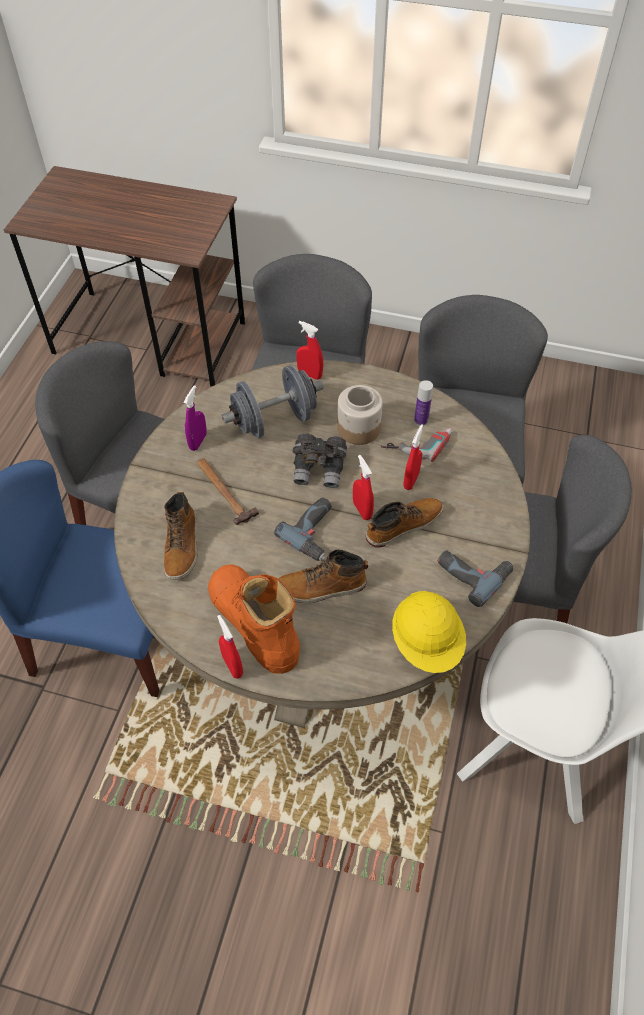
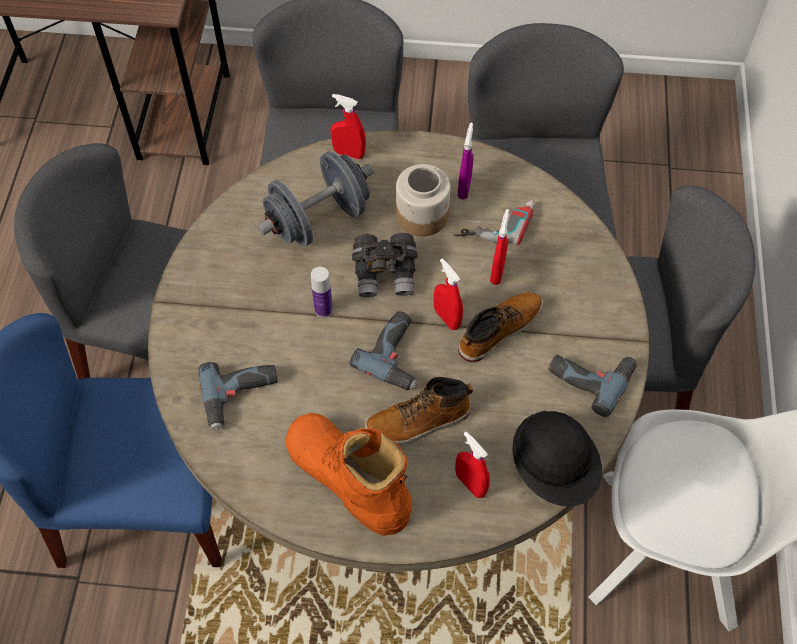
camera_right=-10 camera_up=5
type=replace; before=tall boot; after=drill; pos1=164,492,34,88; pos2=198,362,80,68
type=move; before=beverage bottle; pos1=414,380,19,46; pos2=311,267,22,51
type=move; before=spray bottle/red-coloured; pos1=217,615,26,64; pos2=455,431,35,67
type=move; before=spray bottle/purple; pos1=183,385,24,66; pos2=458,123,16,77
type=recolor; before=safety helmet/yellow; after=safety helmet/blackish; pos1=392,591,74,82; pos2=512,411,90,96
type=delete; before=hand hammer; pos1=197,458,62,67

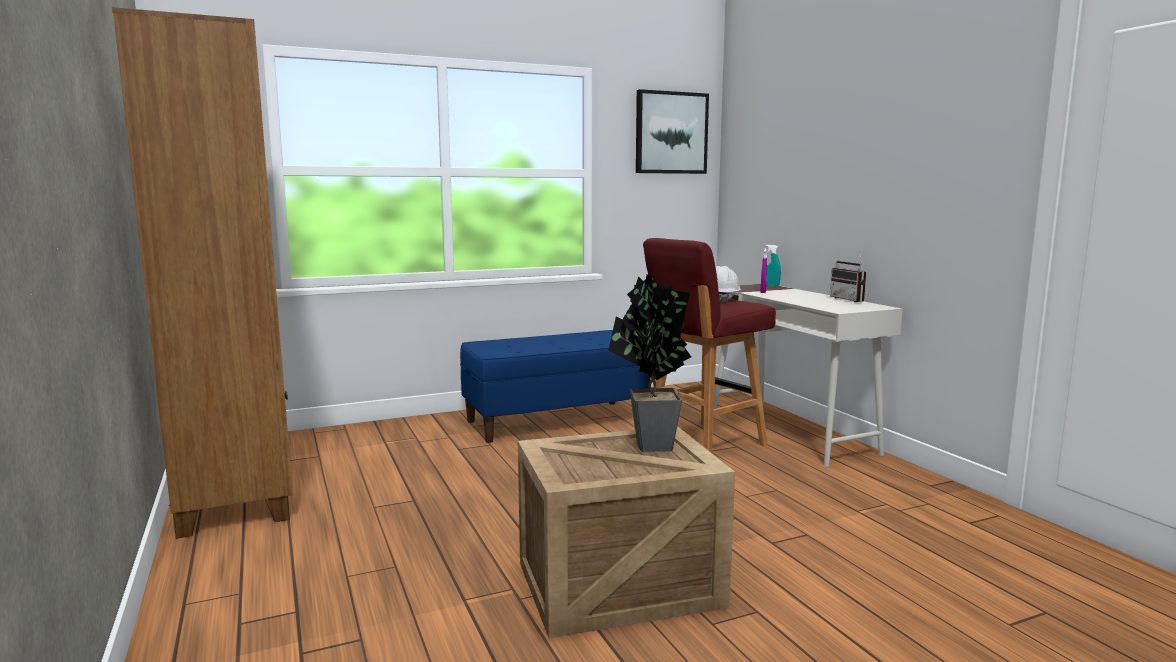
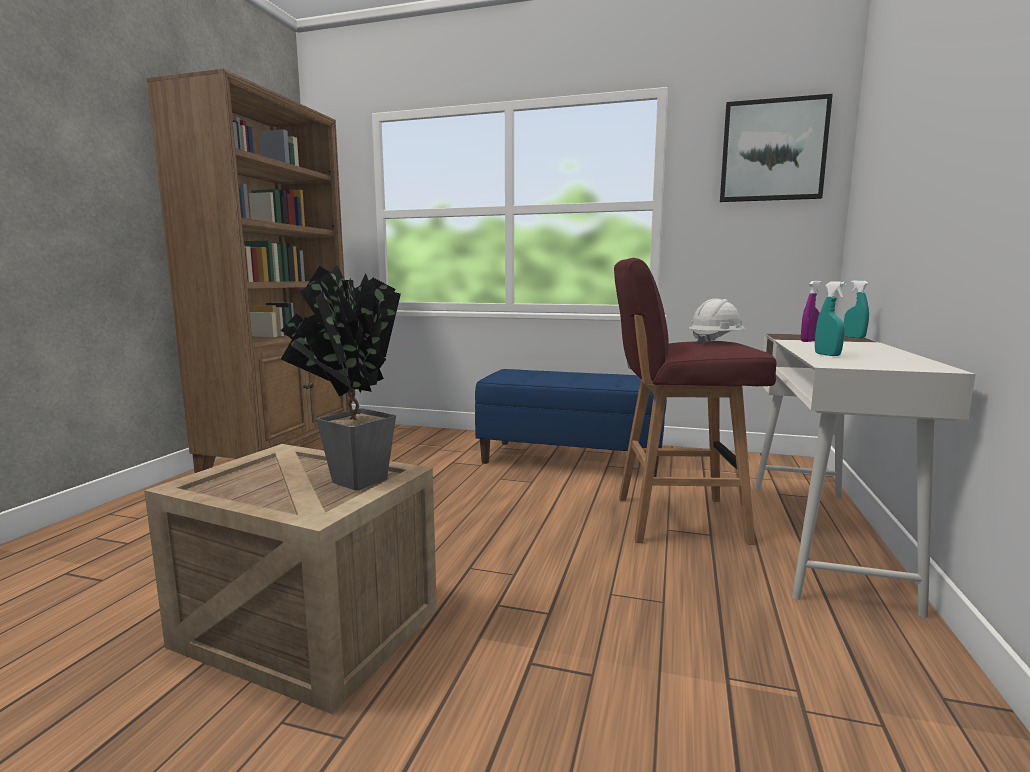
camera_right=40 camera_up=0
type=insert; after=spray bottle/turquoise-coloured; pos2=815,281,31,75
type=delete; before=radio set; pos1=830,251,36,51

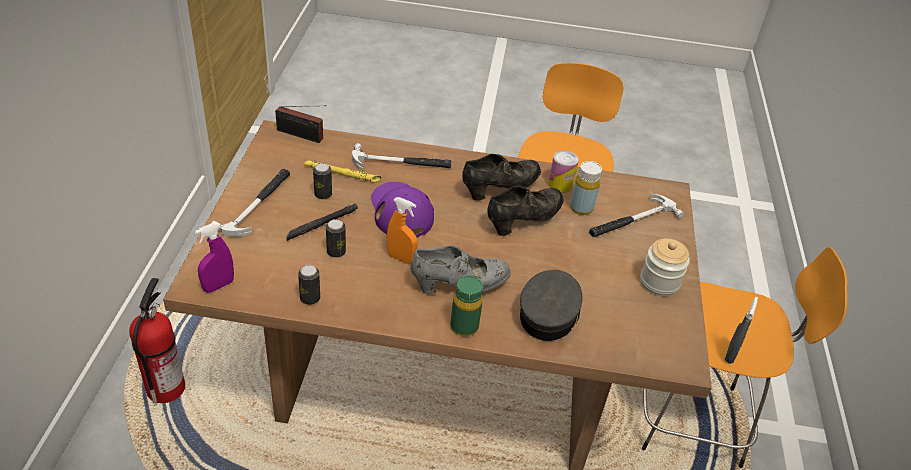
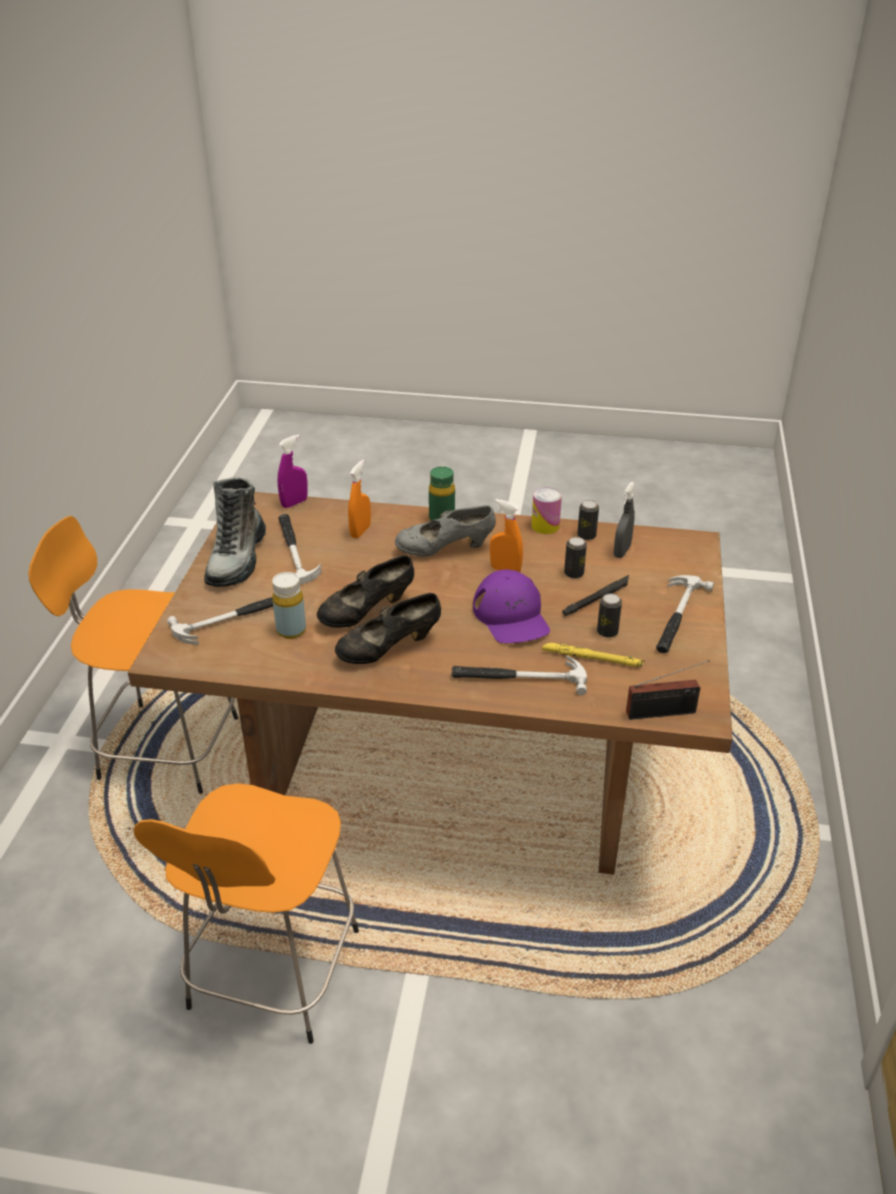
camera_right=-175 camera_up=-5
type=replace; before=preserve jar; after=tall boot; pos1=640,238,50,58; pos2=204,477,62,110
type=move; before=spray bottle/purple; pos1=195,223,39,70; pos2=278,434,30,74
type=insert; after=hand hammer; pos2=278,514,44,70
type=replace; before=baseball cap/greyish; after=spray bottle/orangey; pos1=519,270,64,71; pos2=348,460,23,78
type=move; before=sealed can; pos1=548,151,31,42; pos2=532,487,30,47
type=move; before=spray bottle/greyish; pos1=725,297,33,67; pos2=614,482,21,76
type=rotate; before=radio set; pos1=275,105,51,38; pos2=626,660,84,60; turn=150
type=delete; before=fire-fighting cylinder; pos1=129,278,56,125

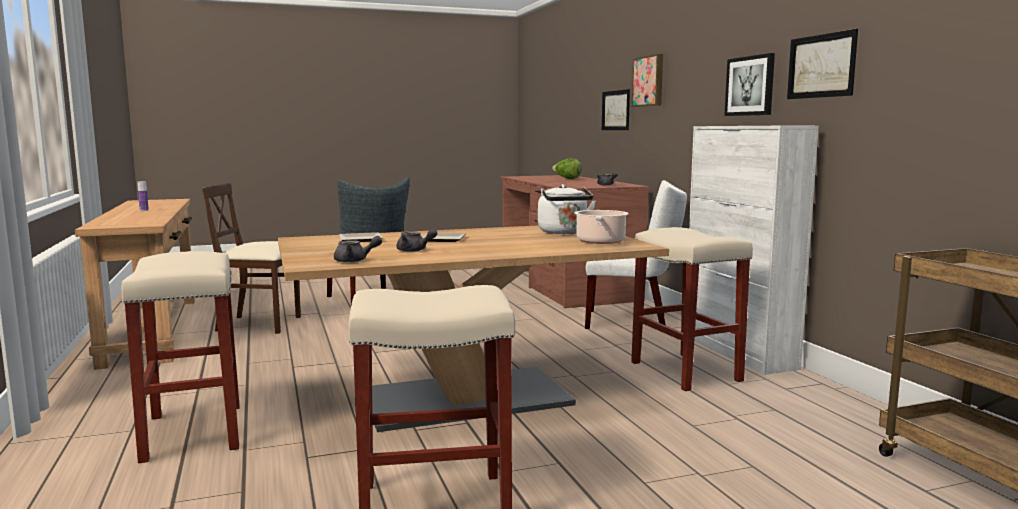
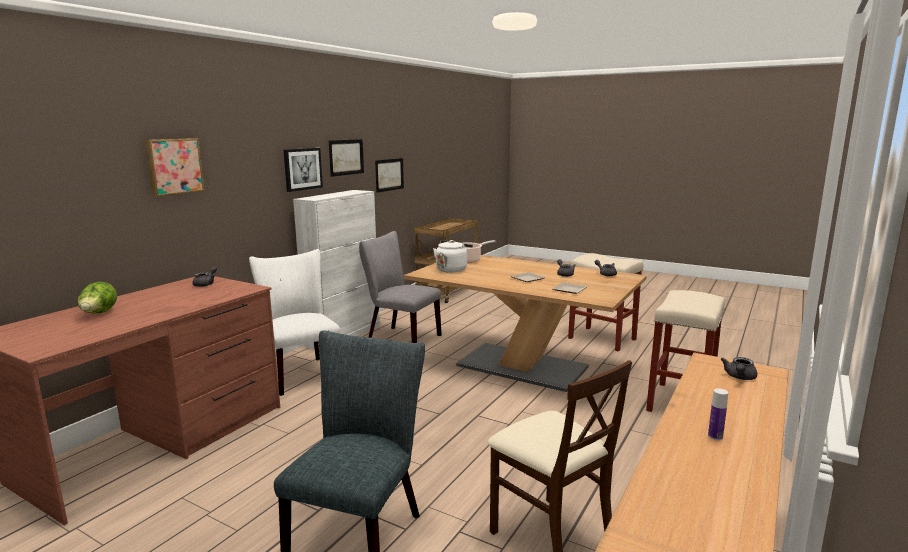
camera_right=-130 camera_up=5
type=replace; before=stool seat/beige-coloured; after=chair/greyish; pos1=631,227,122,164; pos2=359,231,83,112
type=move; before=wall picture; pos1=602,89,28,41; pos2=375,158,29,35
type=insert; after=tea pot/greyish; pos2=721,357,36,23

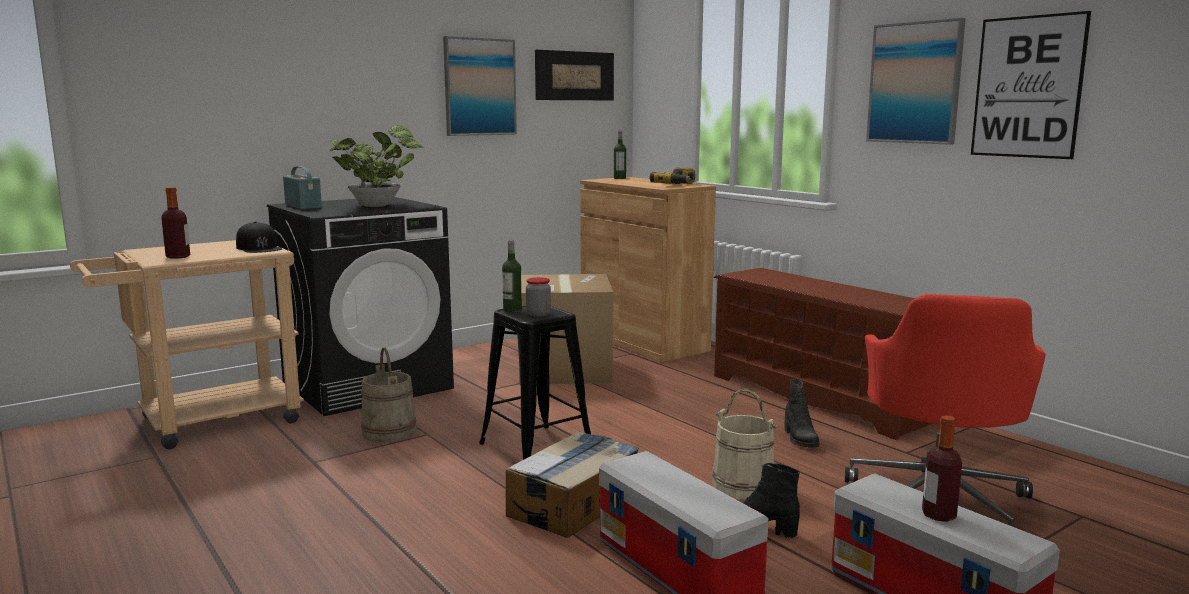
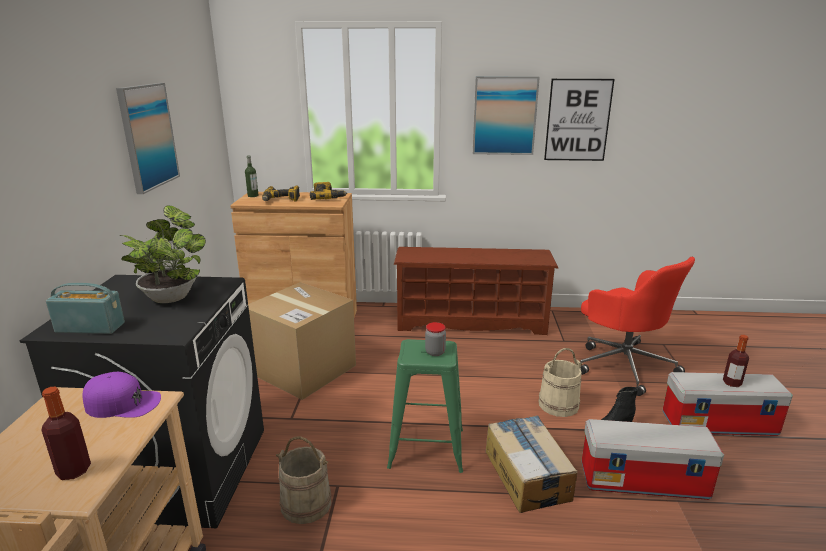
camera_right=-50 camera_up=10
type=recolor; before=baseball cap/blackish; after=baseball cap/purple; pos1=236,222,46,31; pos2=82,372,79,46
type=insert; after=drill; pos2=262,185,38,16
type=recolor; before=stool seat/blackish; after=stool seat/green; pos1=479,306,112,154; pos2=387,339,76,134
type=delete; before=beverage bottle; pos1=502,240,20,73
type=delete; before=wall picture; pos1=535,50,79,50
type=delete; before=tall boot/blackish; pos1=785,379,35,69

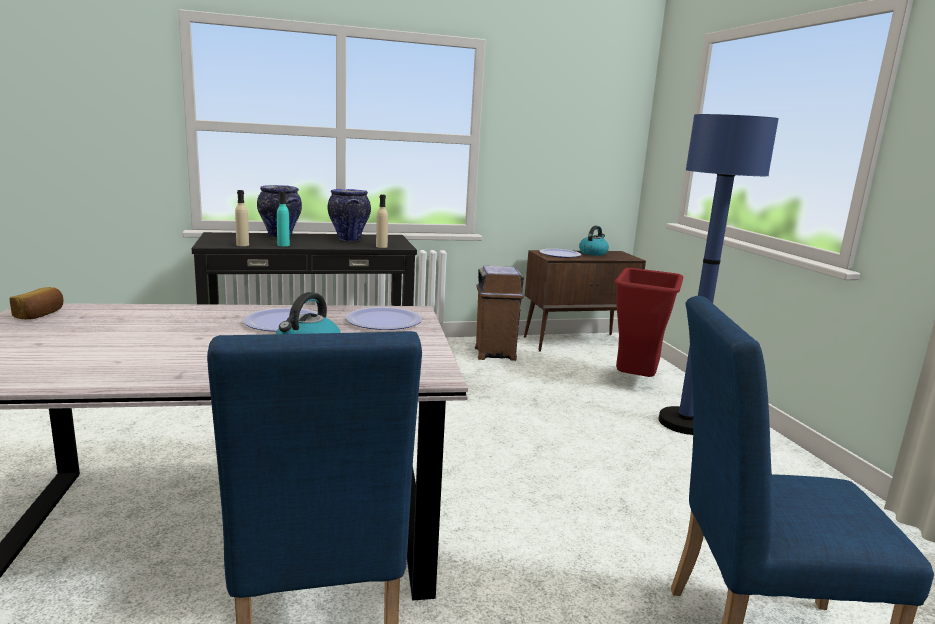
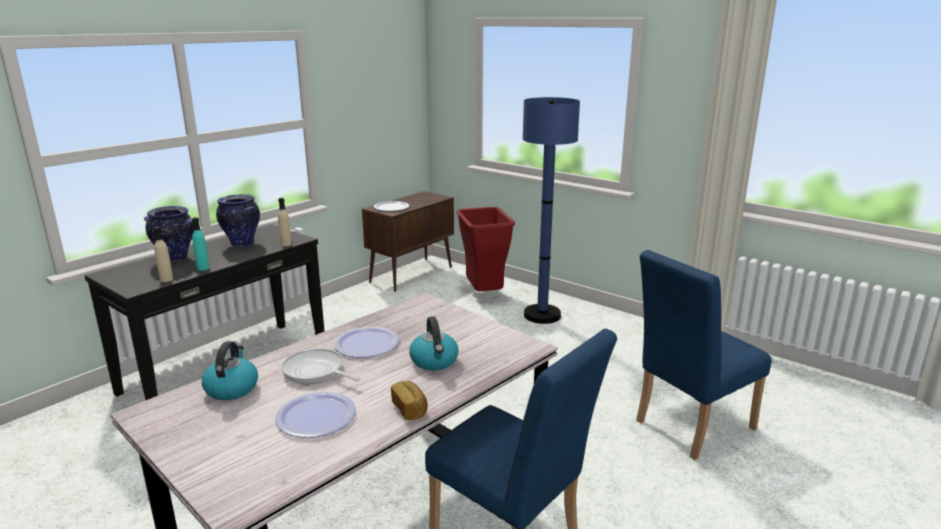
camera_right=-35 camera_up=5
type=move; before=kettle; pos1=579,226,30,30; pos2=202,341,56,59
type=move; before=plate; pos1=346,307,76,23; pos2=275,392,81,46
type=insert; after=frying pan; pos2=281,349,80,35
type=move; before=bread; pos1=10,287,54,33; pos2=391,381,37,39
type=delete; before=waste bin/brown-coloured; pos1=475,266,49,95

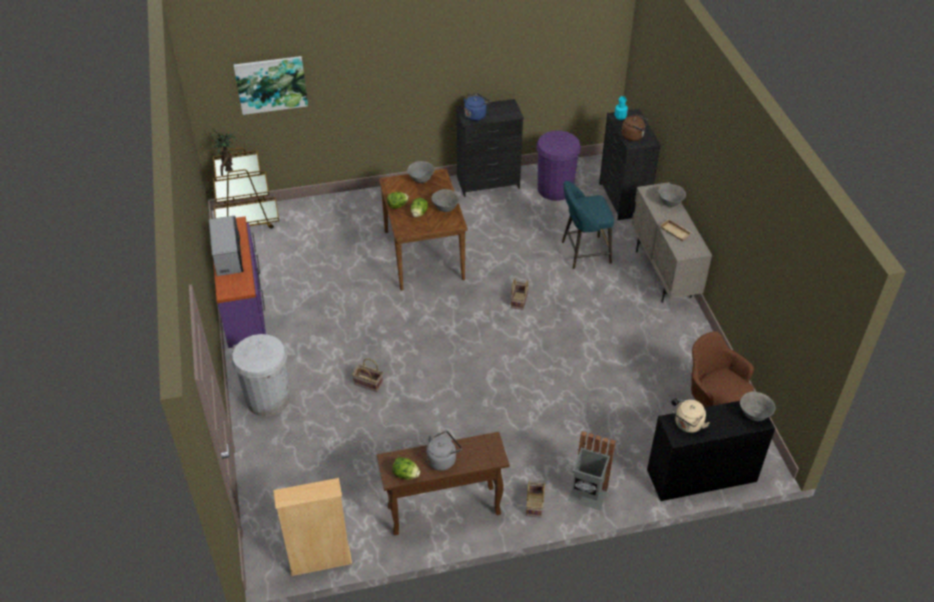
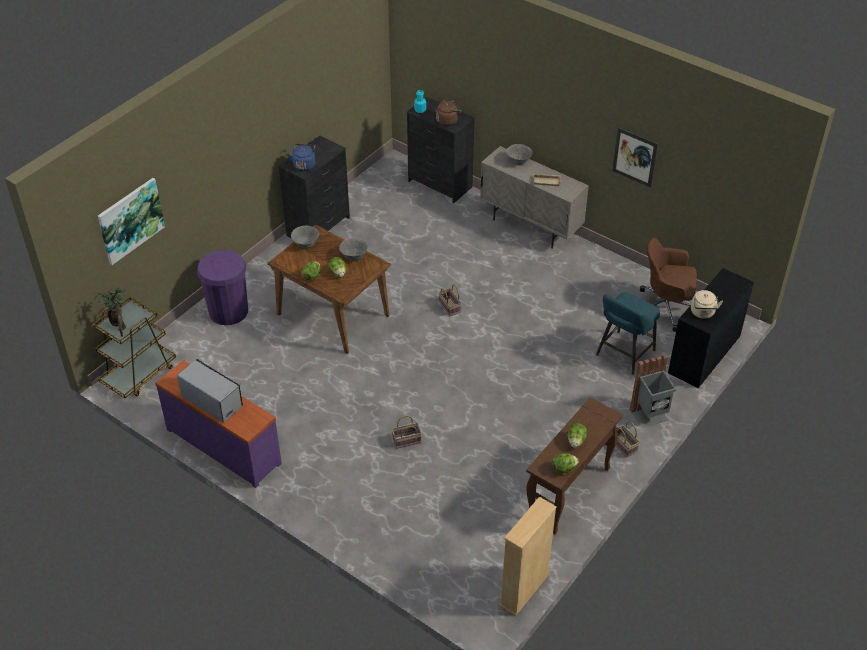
camera_right=-40 camera_up=0
type=move; before=waste bin/purple; pos1=536,131,45,70; pos2=197,250,51,75
type=replace; before=kettle/greyish; after=lettuce head; pos1=426,431,36,40; pos2=567,423,20,25
type=move; before=stool seat/turquoise-coloured; pos1=562,181,52,88; pos2=596,292,64,83
type=insert; after=wall picture; pos2=612,127,46,61
type=delete; before=waste bin/white-coloured; pos1=232,334,58,83
type=delete; before=bowl/greyish; pos1=740,392,35,29

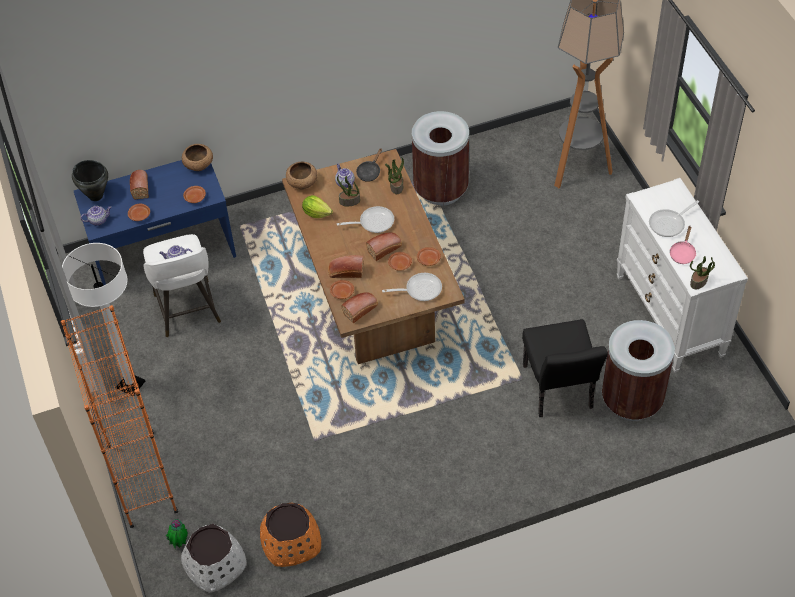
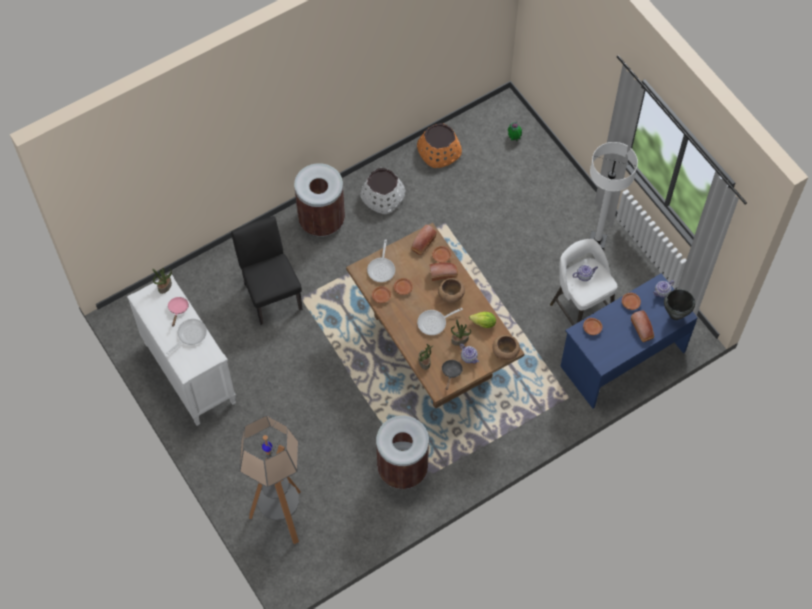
camera_right=165 camera_up=10
type=move; before=waste bin/brown-coloured; pos1=602,320,73,101; pos2=294,163,51,74
type=move; before=planter/white-coloured; pos1=181,524,66,69; pos2=360,168,46,46
type=rotate; before=frying pan; pos1=382,273,60,28; pos2=367,240,28,42; turn=-60
type=move; before=bowl/brown-coloured; pos1=182,144,31,27; pos2=438,278,27,25
type=delete; before=shelving unit/orangey; pos1=61,305,117,223
type=delete; before=bread; pos1=366,232,36,29

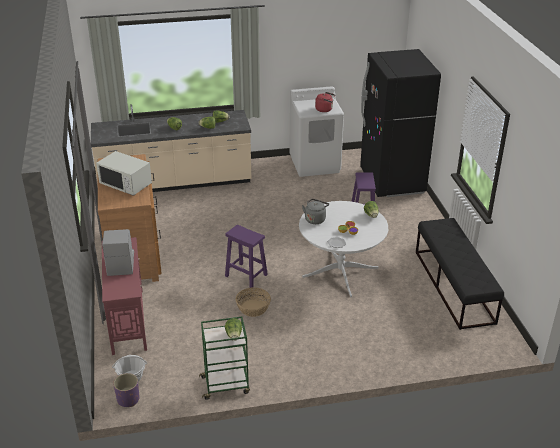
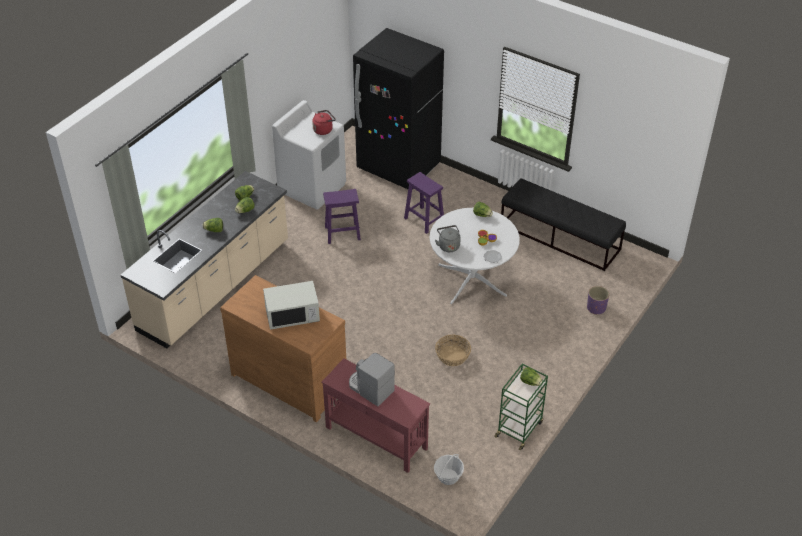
camera_right=-45 camera_up=10
type=move; before=stool seat/purple; pos1=225,225,43,63; pos2=323,189,38,55
type=move; before=planter/purple; pos1=113,373,26,34; pos2=587,286,22,29

